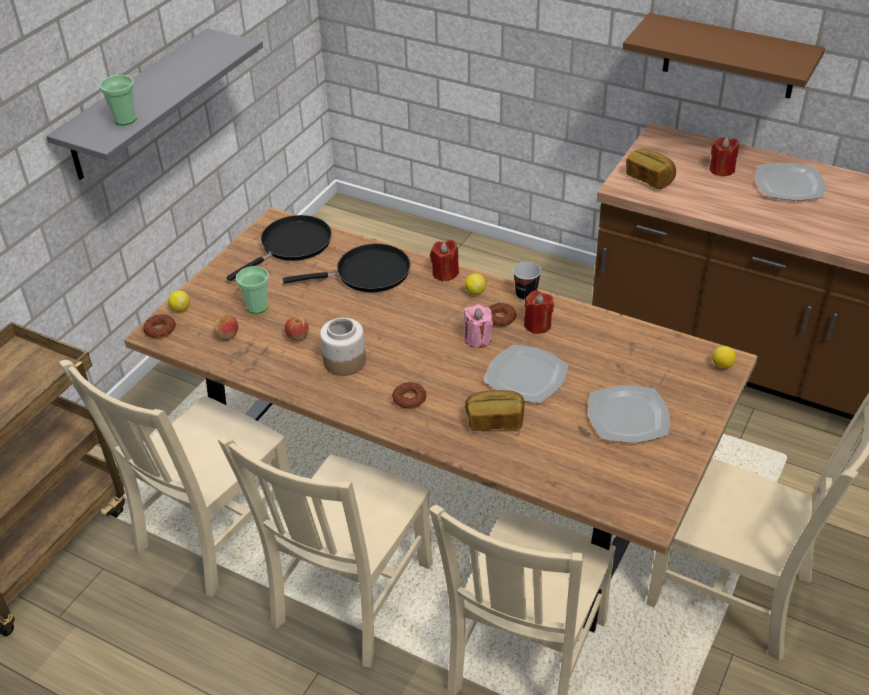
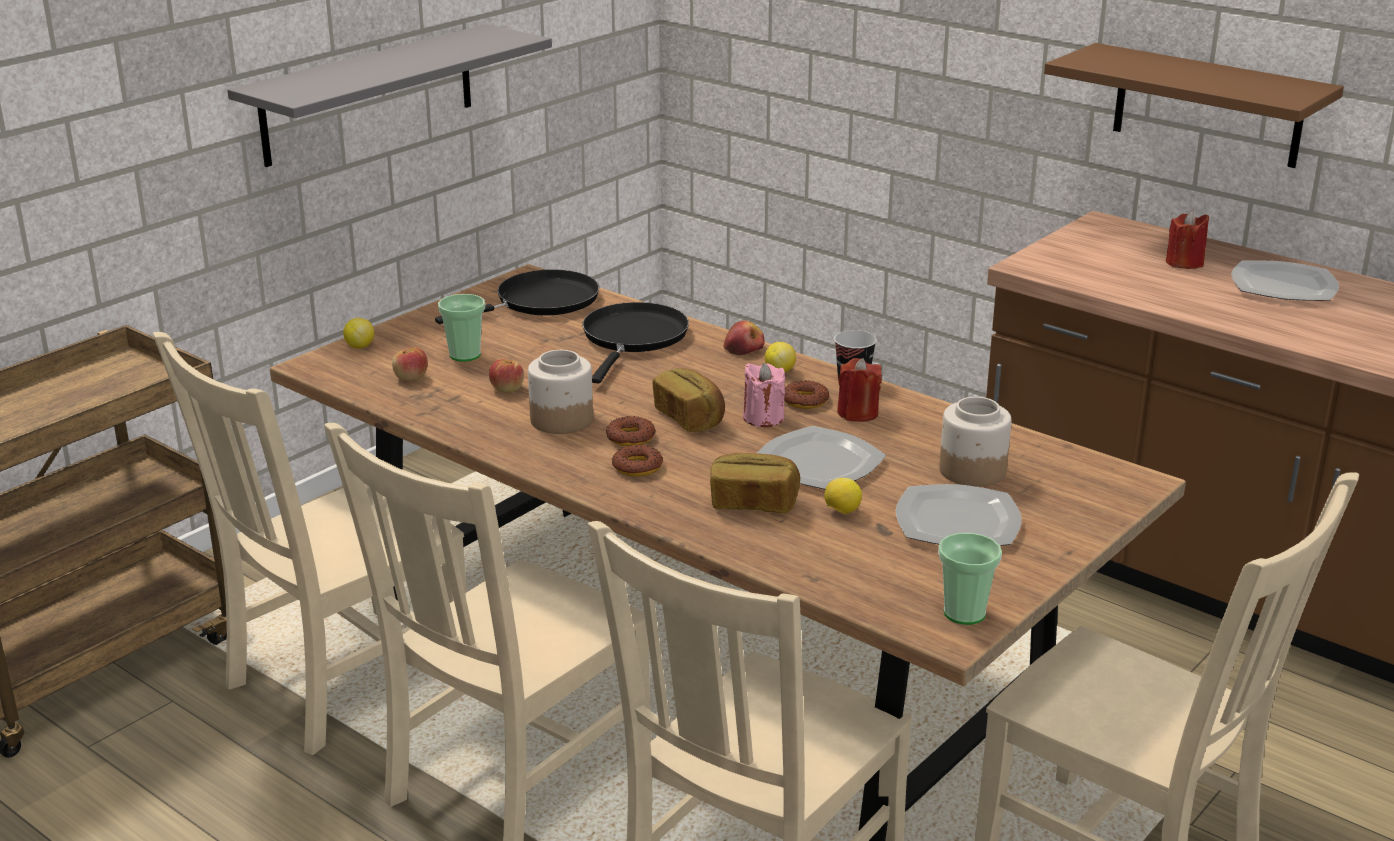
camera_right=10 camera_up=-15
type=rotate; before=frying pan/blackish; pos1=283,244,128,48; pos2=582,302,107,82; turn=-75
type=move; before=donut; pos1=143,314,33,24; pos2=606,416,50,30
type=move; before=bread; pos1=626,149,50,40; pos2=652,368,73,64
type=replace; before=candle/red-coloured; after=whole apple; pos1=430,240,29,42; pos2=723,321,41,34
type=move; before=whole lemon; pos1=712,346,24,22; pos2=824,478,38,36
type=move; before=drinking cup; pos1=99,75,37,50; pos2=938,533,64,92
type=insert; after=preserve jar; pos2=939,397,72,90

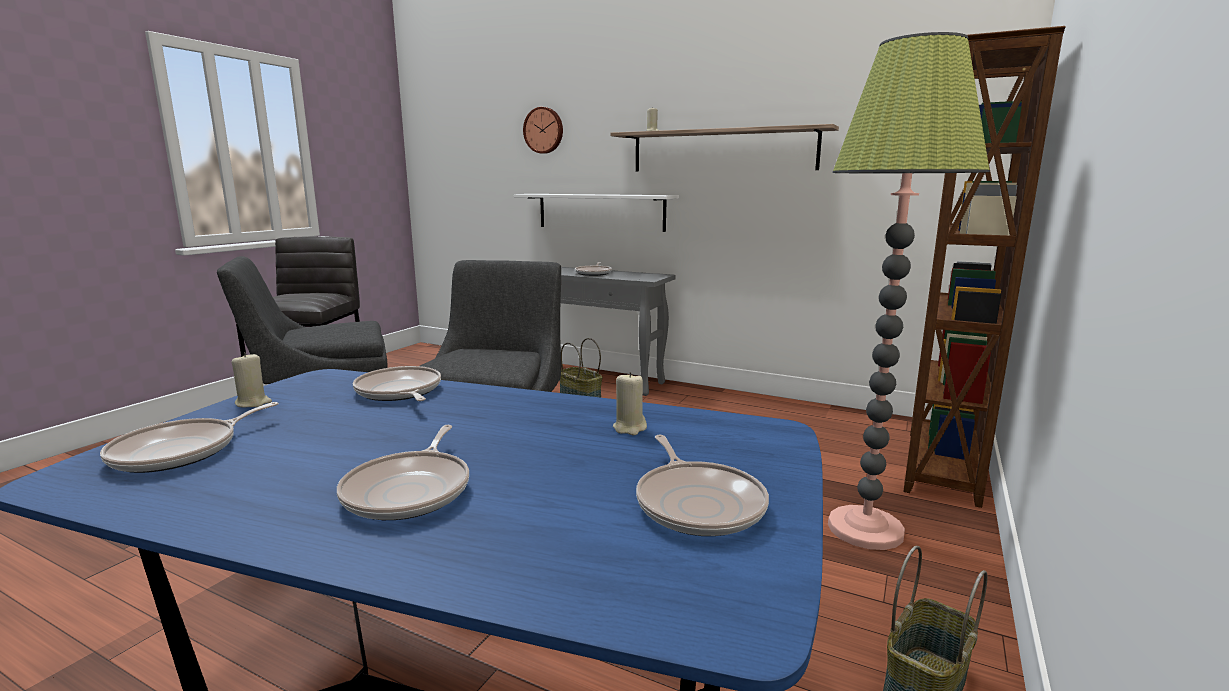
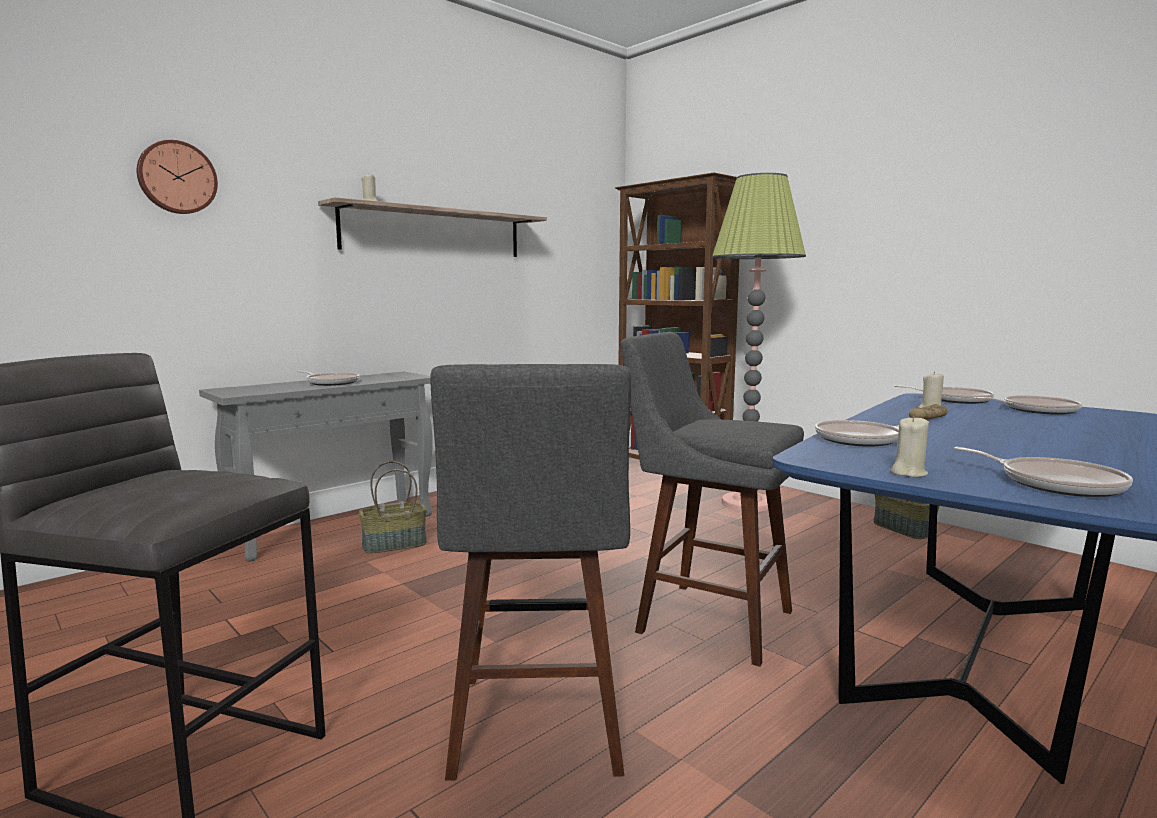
camera_right=-70 camera_up=-5
type=move; before=frying pan; pos1=337,425,132,95; pos2=894,385,100,19
type=insert; after=bread; pos2=909,404,38,15
type=delete; before=bracket shelf/white-coloured; pos1=514,194,165,38

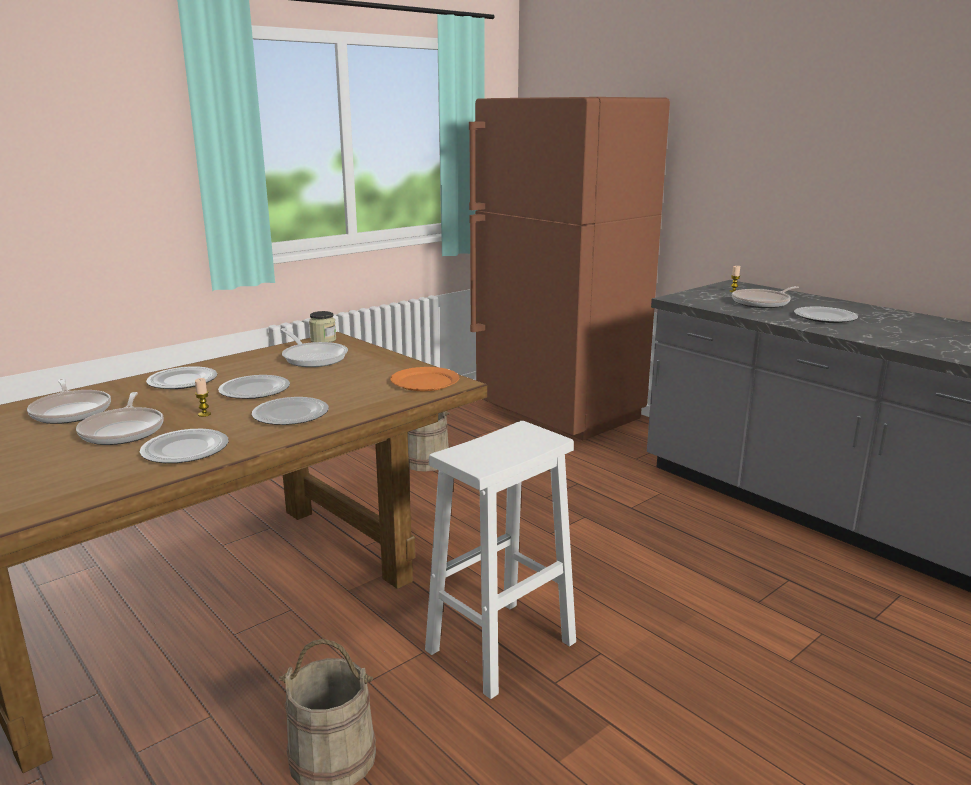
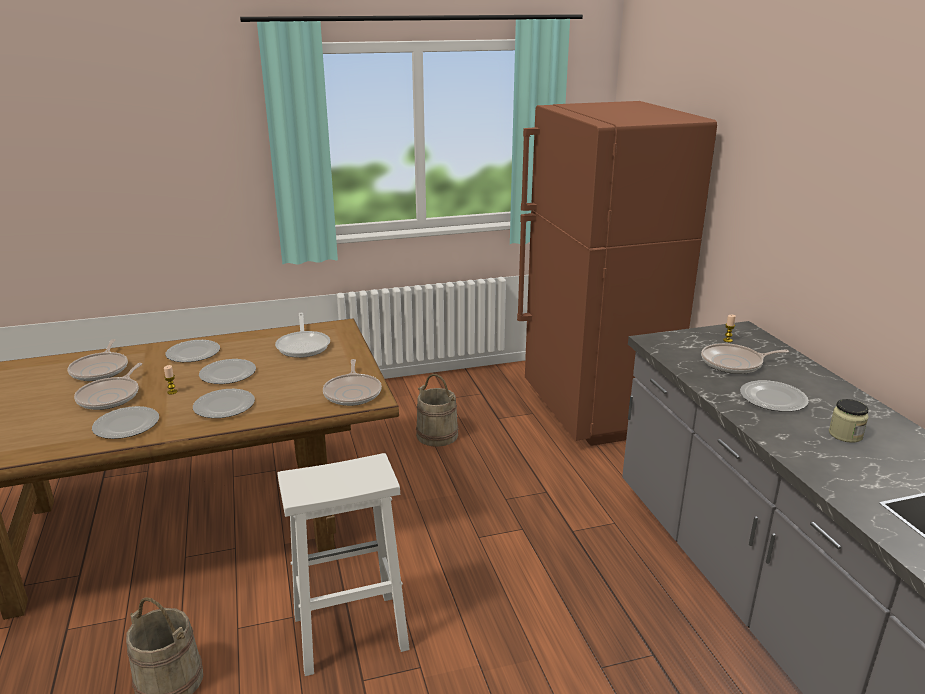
camera_right=25 camera_up=5
type=replace; before=plate/orangey; after=frying pan; pos1=390,367,69,24; pos2=323,359,59,47
type=move; before=preserve jar; pos1=309,311,27,31; pos2=829,399,40,44

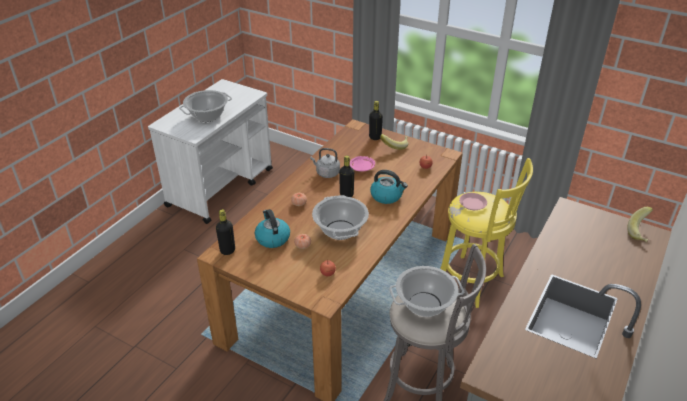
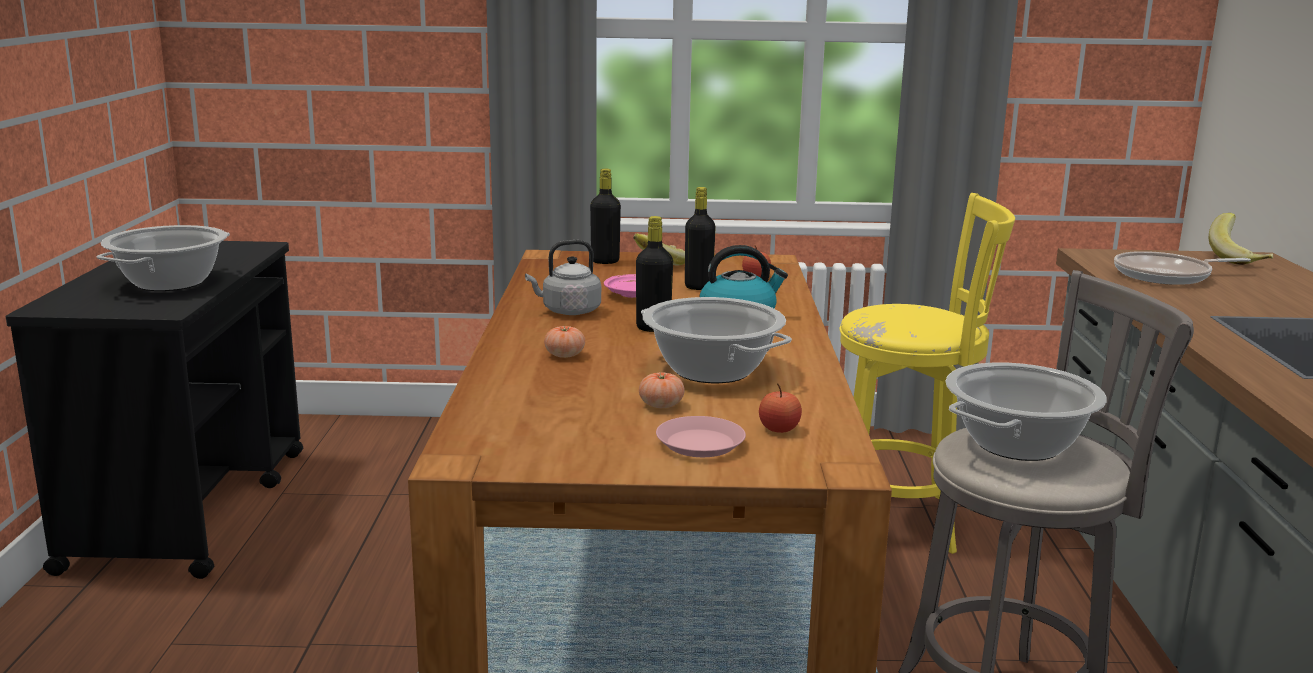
camera_right=-30 camera_up=-20
type=recolor; before=wheeled cart/white-coloured; after=wheeled cart/blackish; pos1=148,79,125,145; pos2=6,241,298,338
type=move; before=plate/pinkish; pos1=459,193,28,17; pos2=656,416,90,41
type=move; before=beverage bottle/blackish; pos1=216,209,19,46; pos2=685,187,31,103
type=insert; after=frying pan; pos2=1114,251,137,34
type=delete; before=kettle; pos1=255,209,35,39

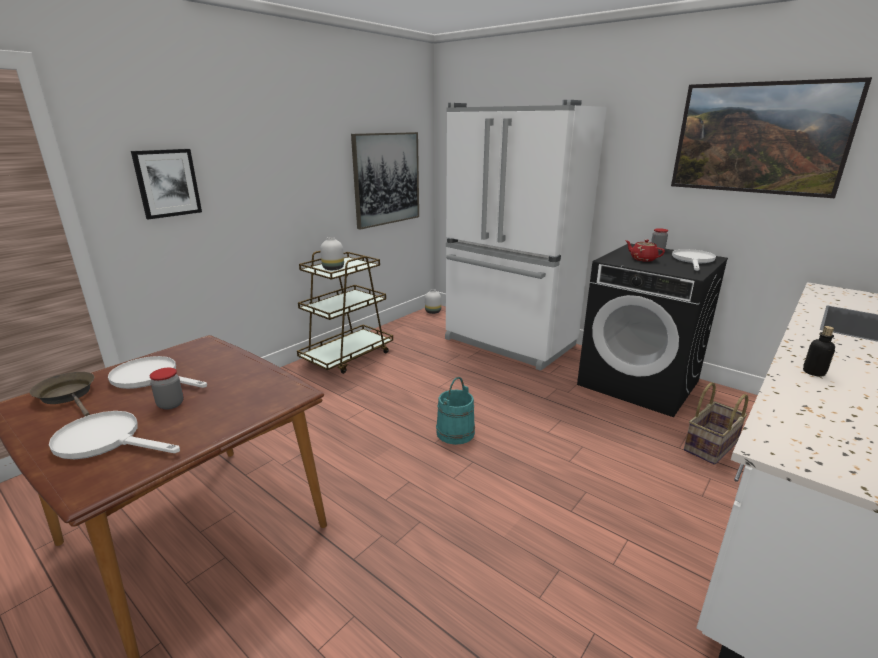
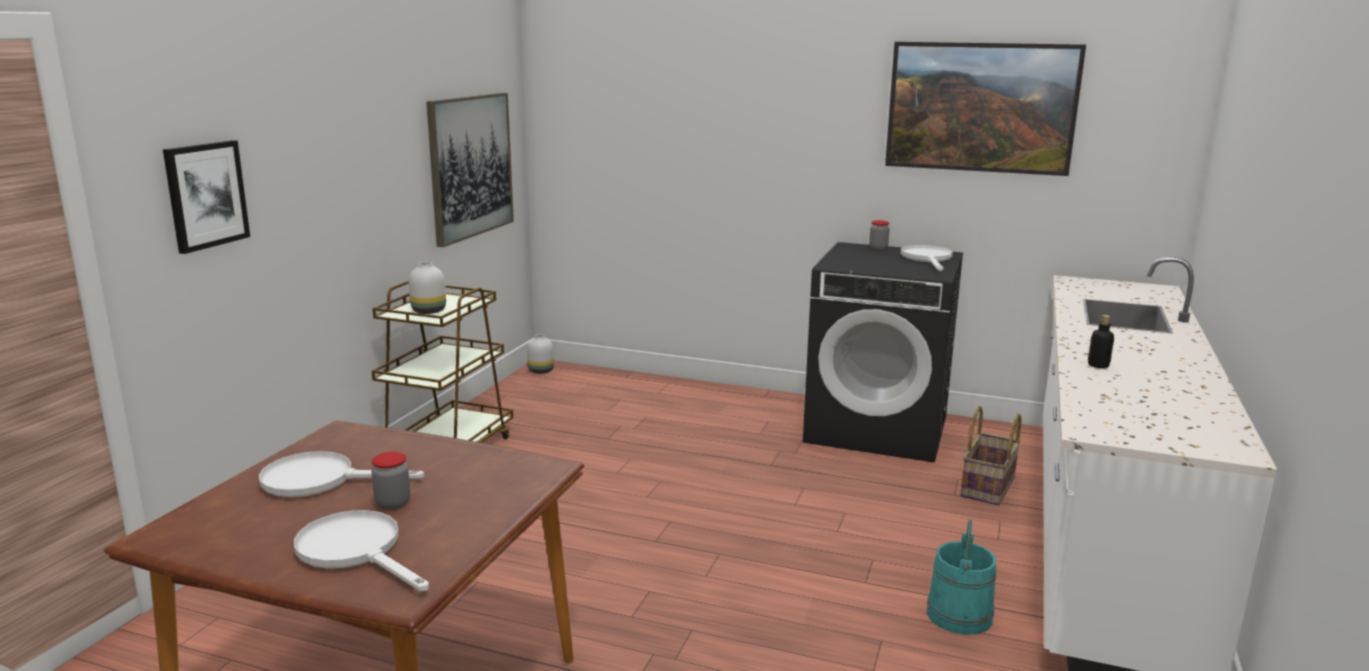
camera_right=-20 camera_up=-5
type=rotate; before=frying pan/white-coloured; pos1=49,411,131,48; pos2=294,510,135,81; turn=45
type=move; before=pail/turquoise-coloured; pos1=436,377,39,68; pos2=927,519,69,116
type=delete; before=frying pan/brown-coloured; pos1=30,372,64,44
type=delete; before=refrigerator/white-coloured; pos1=445,100,162,271
type=delete; before=tea pot/red-coloured; pos1=625,239,40,23

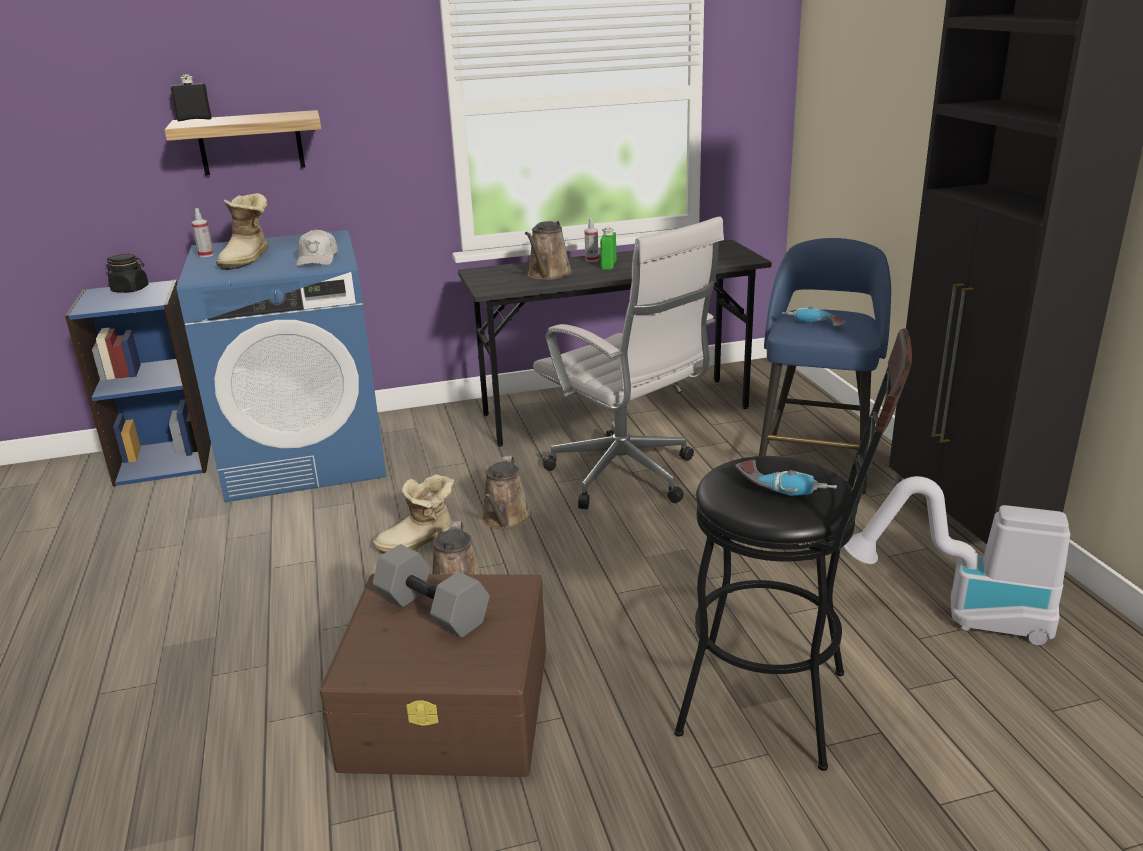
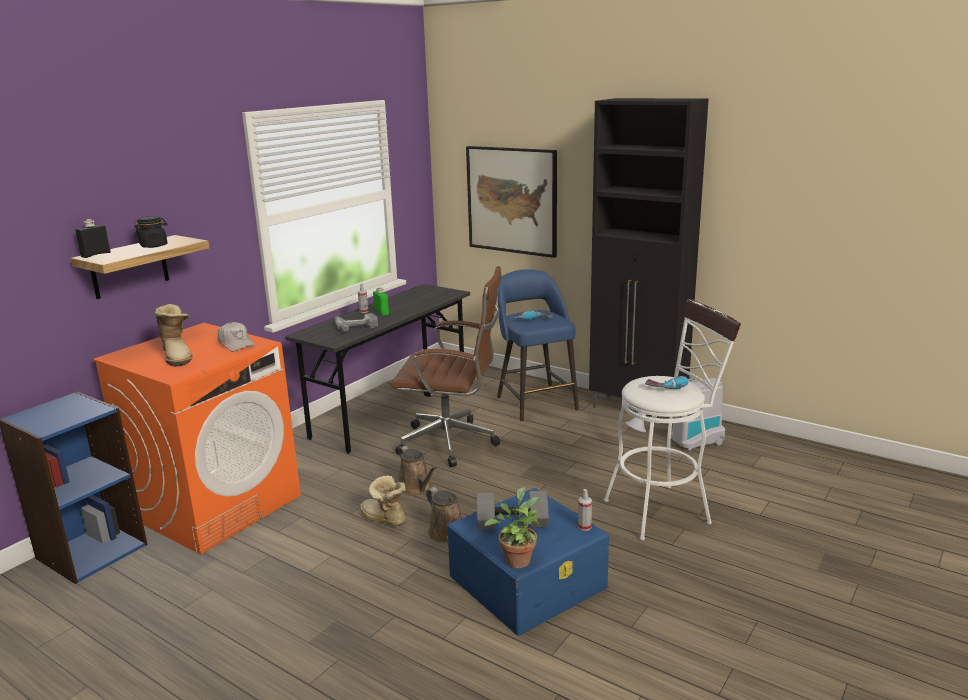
camera_right=-40 camera_up=-5
type=recolor; before=laundry machine/blue; after=laundry machine/orangey; pos1=176,230,210,272; pos2=93,323,208,232
type=move; before=preserve jar/blackish; pos1=106,254,43,39; pos2=134,216,34,32
type=replace; before=watering pot/brown-coloured; after=drill; pos1=525,220,47,60; pos2=334,313,44,19
type=rotate; before=tall boot; pos1=373,474,81,80; pos2=360,475,47,51; turn=105
type=recolor; before=computer chair/white-coloured; after=computer chair/brown-coloured; pos1=533,216,191,293; pos2=390,266,112,201
type=recolor; before=storage container/brown-coloured; after=storage container/blue; pos1=320,574,226,203; pos2=447,488,162,148
type=insert; after=wall picture; pos2=466,146,91,112
type=insert; after=potted plant; pos2=484,487,56,81
type=move; before=spray bottle; pos1=191,208,23,49; pos2=578,489,14,42
type=recolor; before=stool seat/blackish; after=stool seat/white-coloured; pos1=674,328,238,443; pos2=604,299,137,242

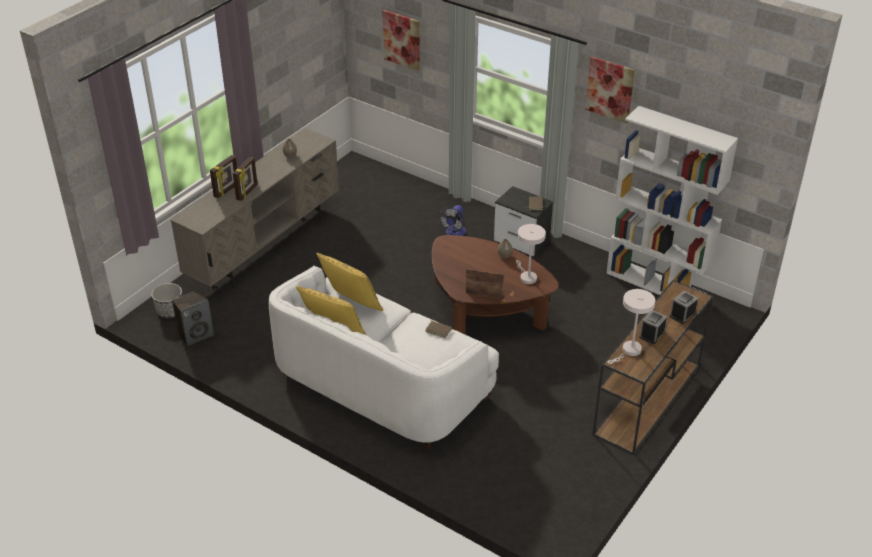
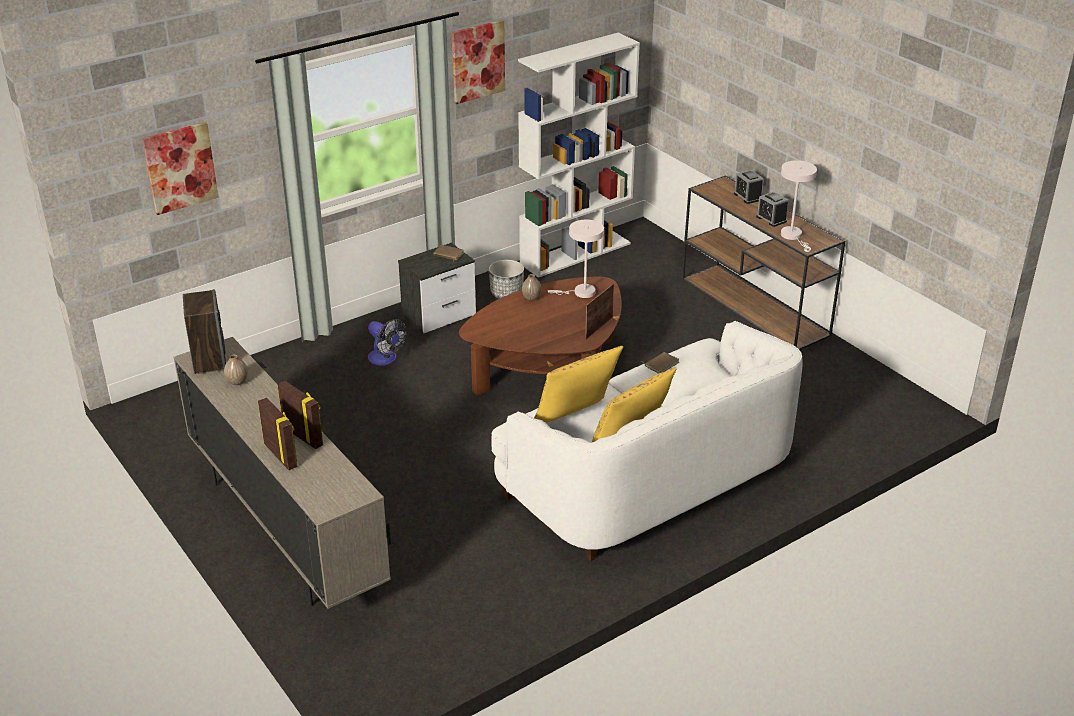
camera_right=-70 camera_up=-5
type=move; before=loudspeaker; pos1=172,290,42,57; pos2=183,289,43,85
type=move; before=planter; pos1=151,283,31,35; pos2=489,260,35,39

